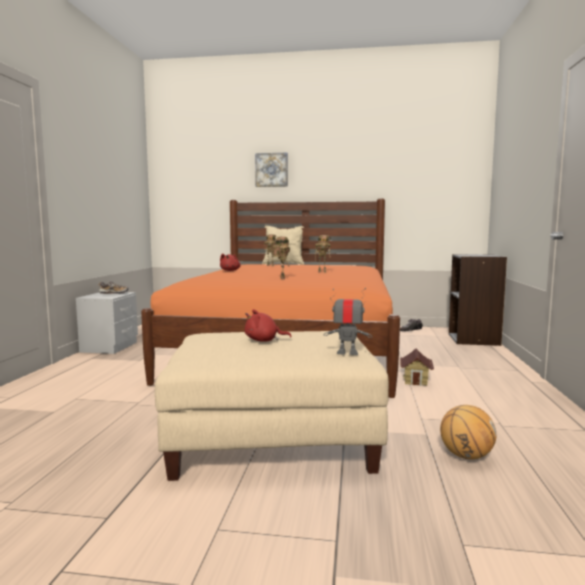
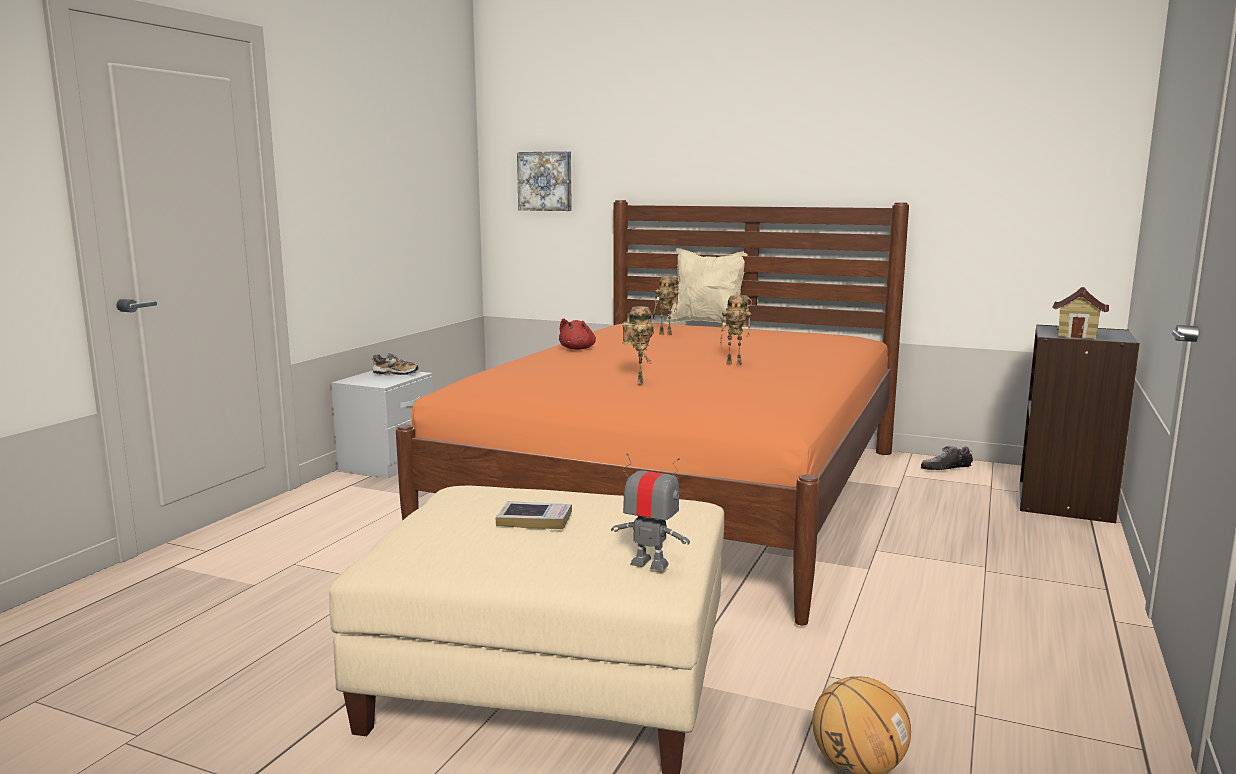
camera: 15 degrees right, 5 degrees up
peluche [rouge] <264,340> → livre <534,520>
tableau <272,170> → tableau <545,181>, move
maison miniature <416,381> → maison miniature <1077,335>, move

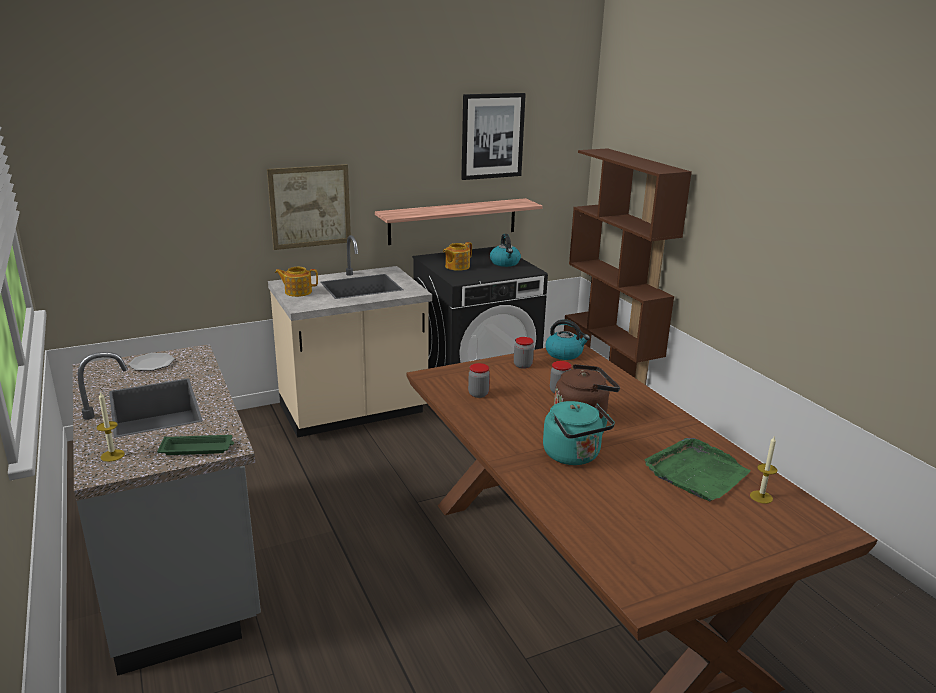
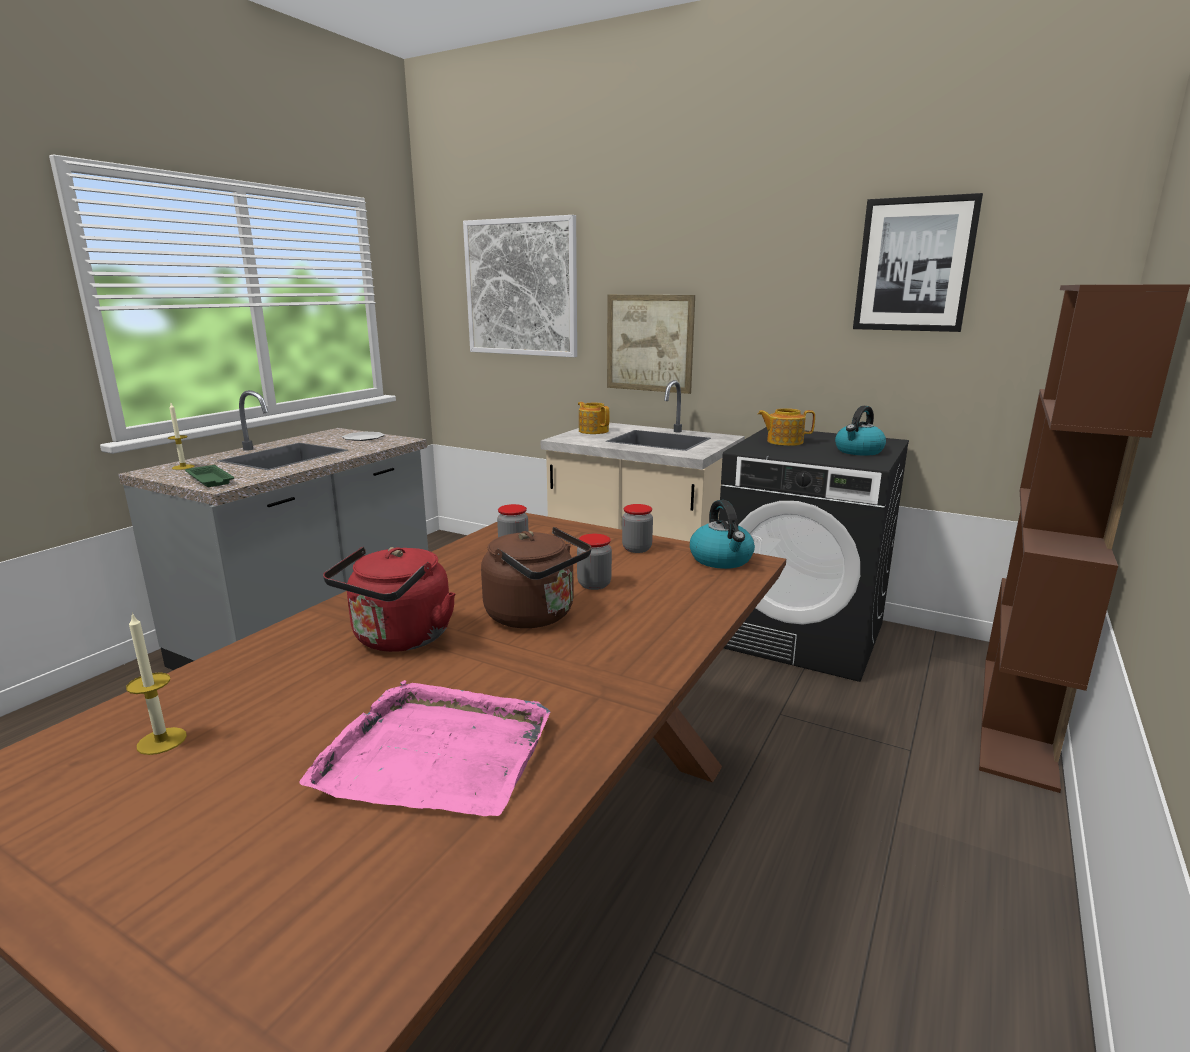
camera: 55 degrees right, 5 degrees down
bougie <761,497> → bougie <162,741>, move
plateau [vert] <696,473> → plateau [rose] <437,754>
bouilloire [turquoise] <574,456> → bouilloire [rouge] <399,639>
- → tableau <521,288>
étagère <453,221> → -

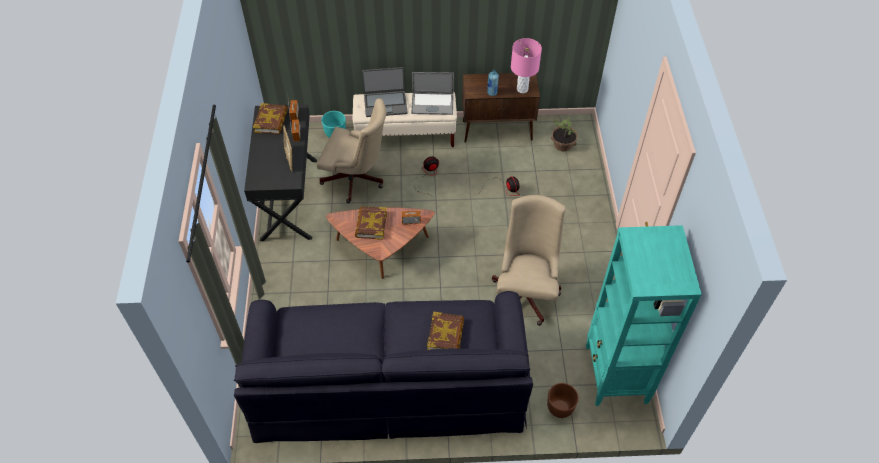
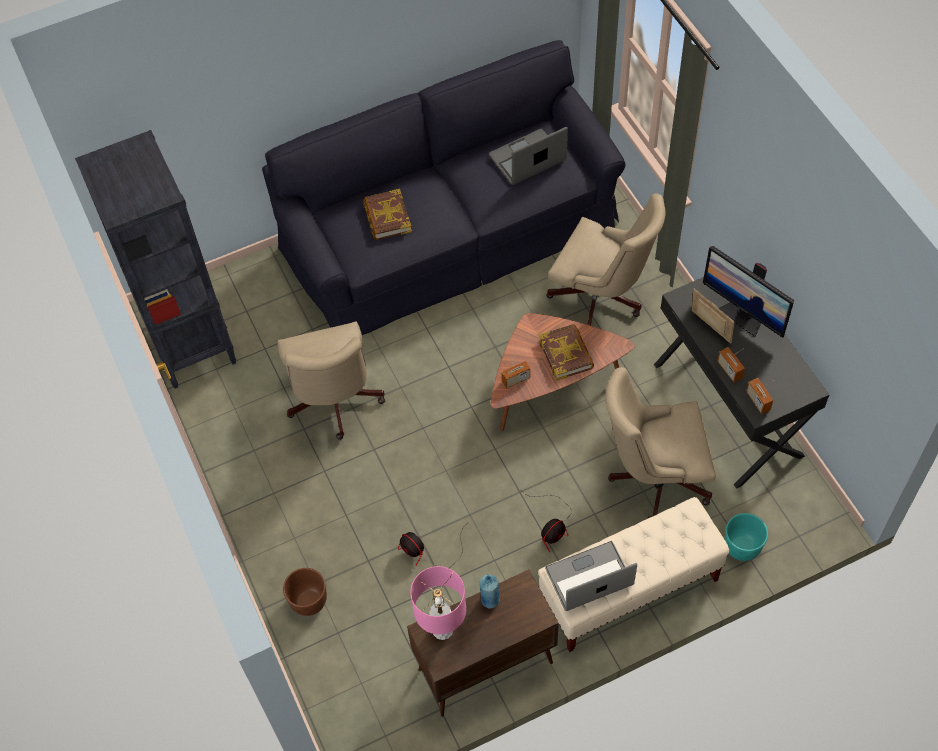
camera: 160 degrees right, 5 degrees up
bibliothèque [turquoise] <615,375> → bibliothèque [noir] <191,343>
cache-pot [marron] <559,408> → cache-pot [marron] <309,601>, move
ordinateur portable <385,104> → ordinateur portable <528,159>, move
- → chaise de bureau [beige] <601,298>
- → écran d'ordinateur <743,315>
livre <271,121> → -
plante en pot <563,144> → -

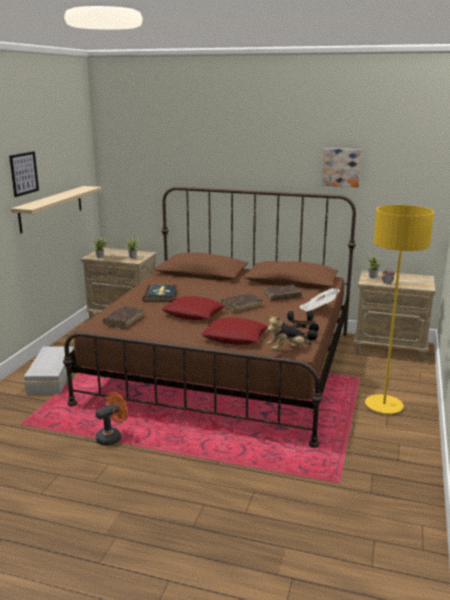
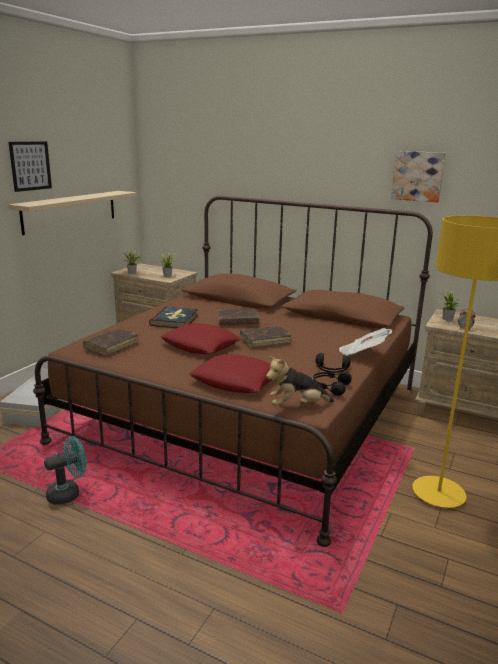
camera: 10 degrees right, 0 degrees up
ventilateur [orange] <112,437> → ventilateur [turquoise] <68,493>
livre [marron] <282,296> → livre [marron] <237,322>, move

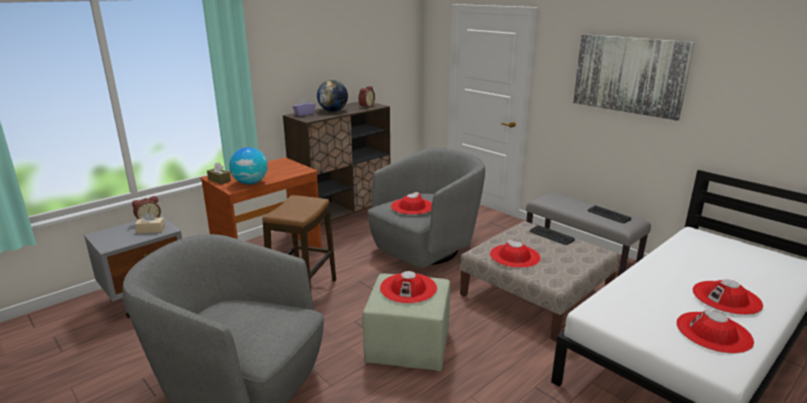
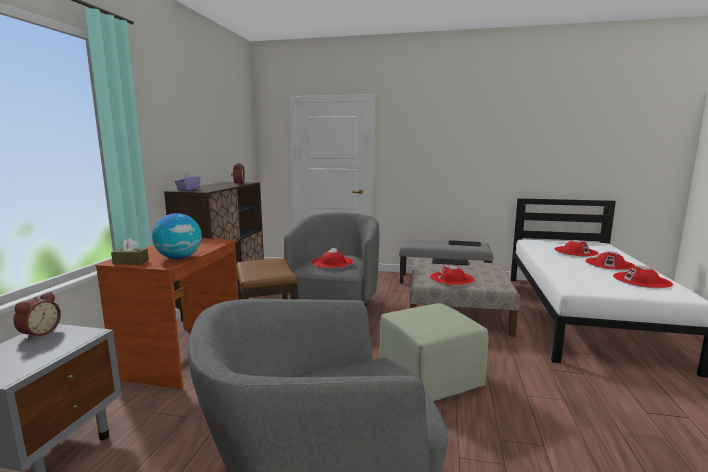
camera: 35 degrees left, 10 degrees down
chapeau [rouge] <408,288> → chapeau [rouge] <576,251>, move
boîte à mouchoirs [beige] <151,230> → -
globe <333,111> → -
tableau <629,75> → -

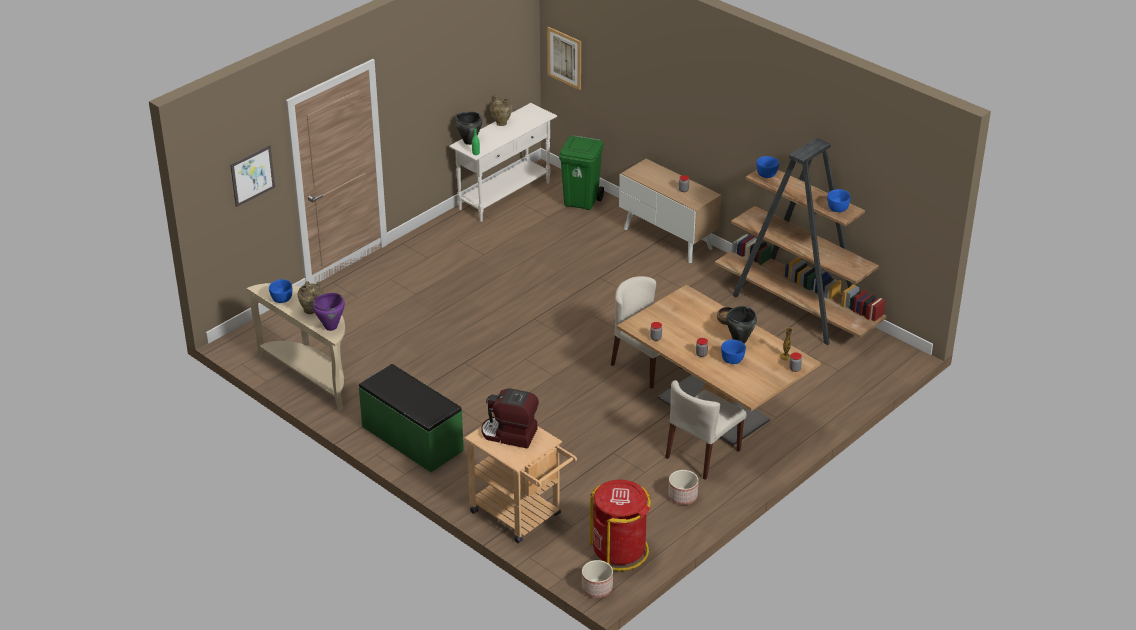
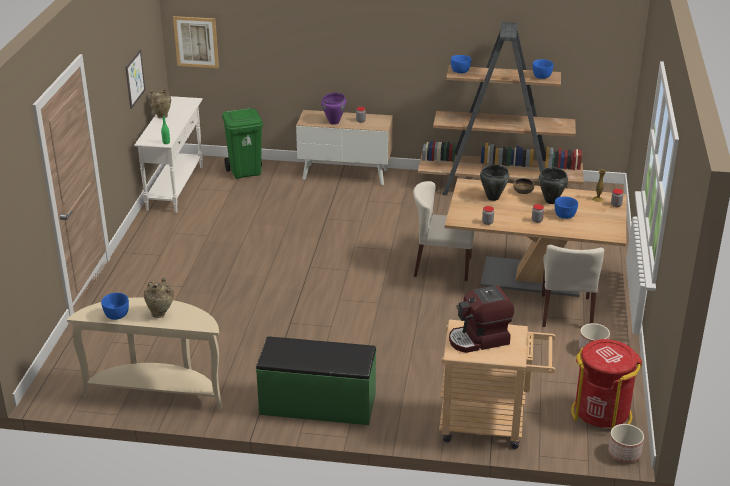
camera: 35 degrees left, 5 degrees down
tableau <252,175> → tableau <135,78>, move
marmite [violet] <331,327> → marmite [violet] <334,122>, move
marmite [noir] <469,141> → marmite [noir] <492,198>, move

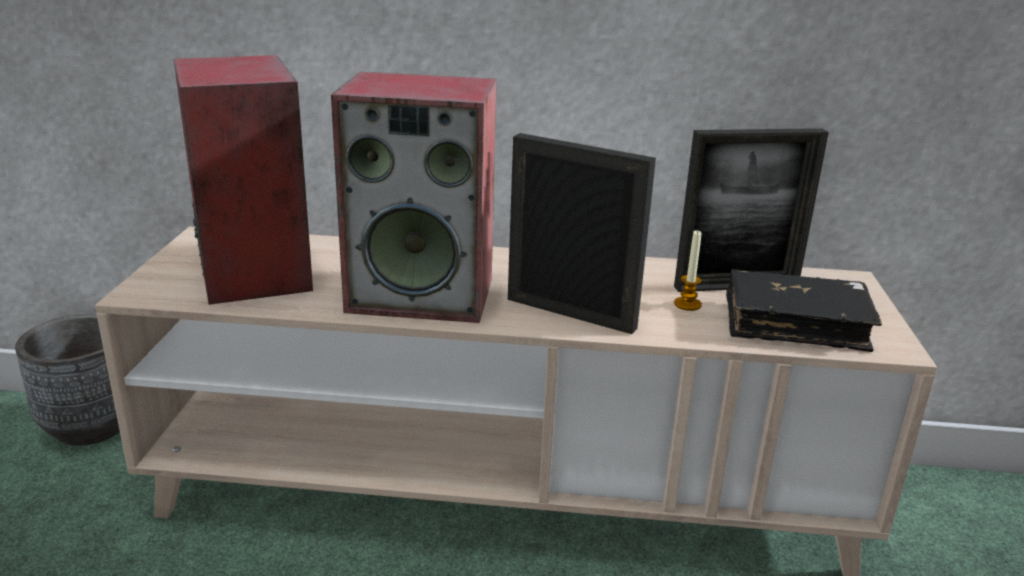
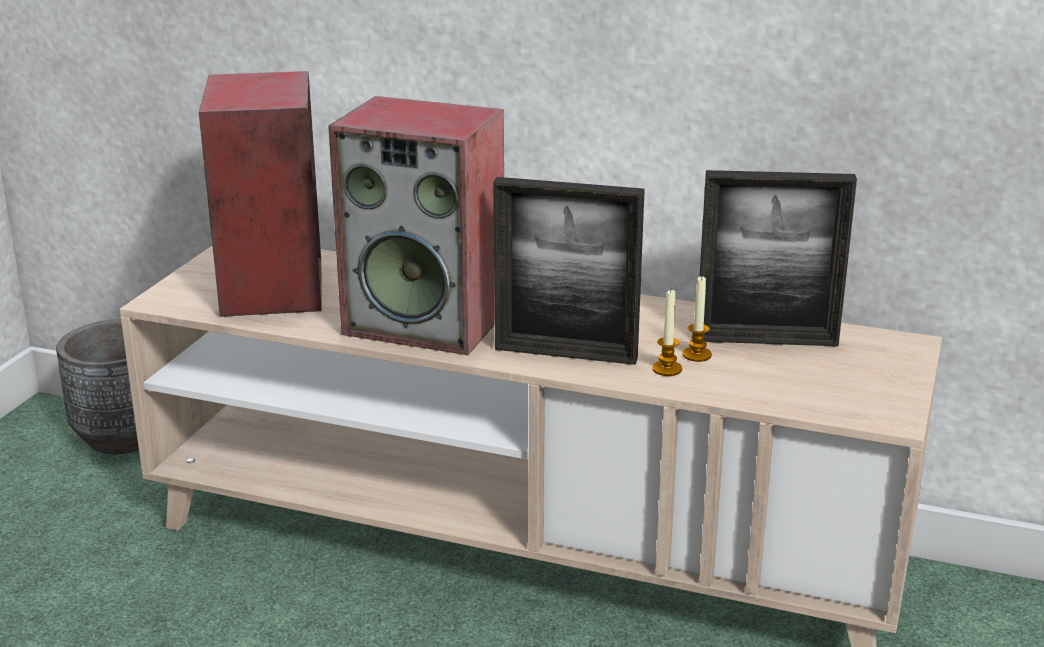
camera: 15 degrees right, 0 degrees up
cadre photo <570,313> → cadre photo <565,354>, 150 degrees clockwise
- → bougie <667,369>
livre [noir] <795,324> → -

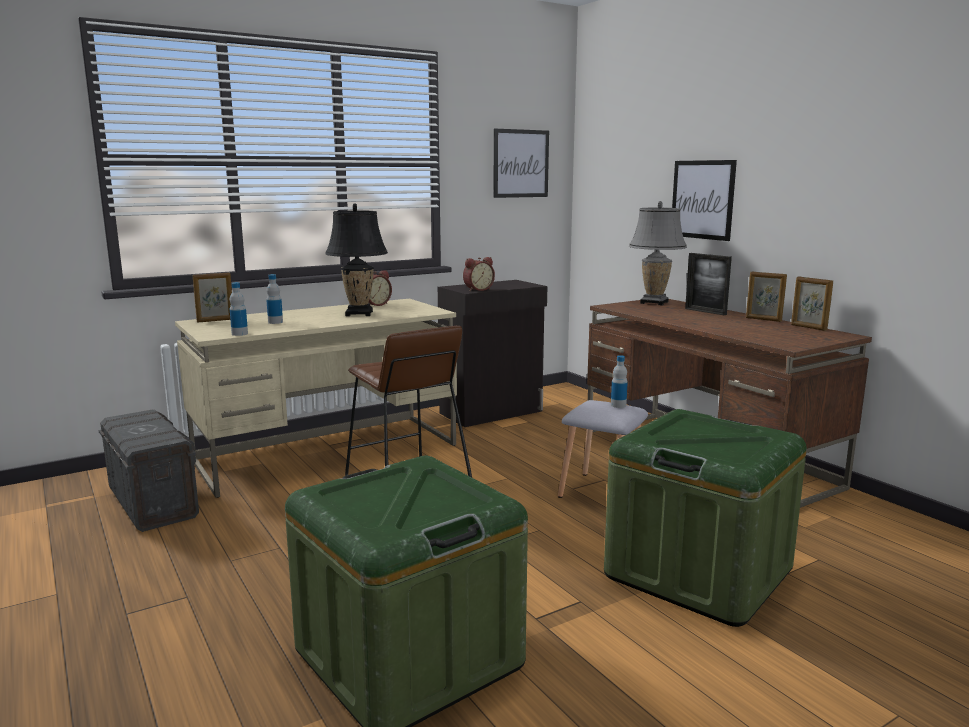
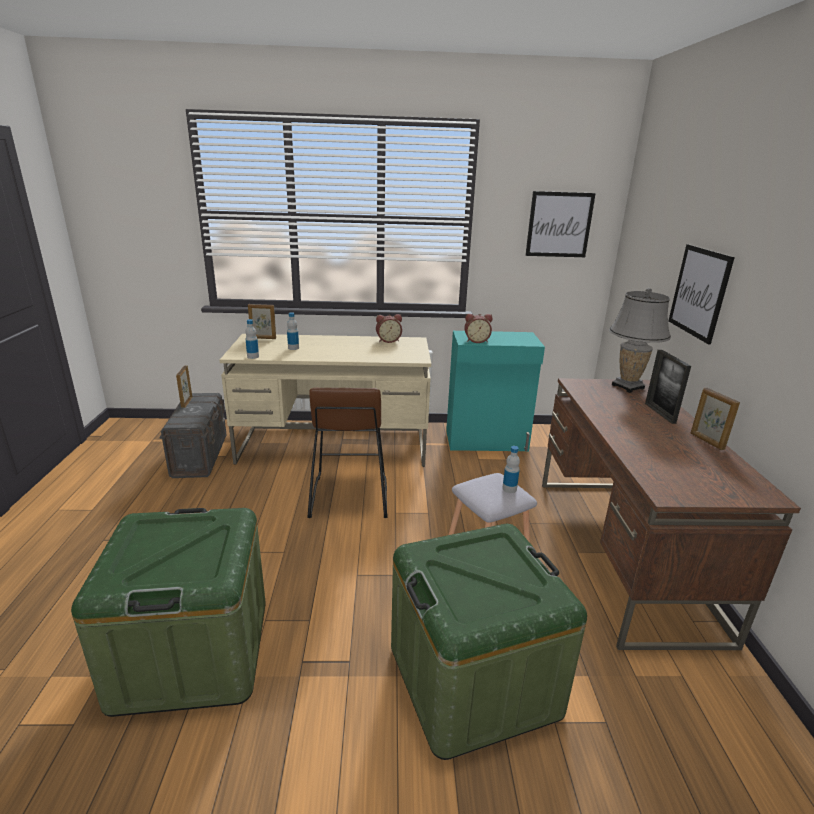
camera: 30 degrees right, 10 degrees up
cadre photo <808,327> → cadre photo <186,402>, move
meuble de rangement [noir] <492,412> → meuble de rangement [turquoise] <487,441>
lampe de table [noir] <359,313> → -

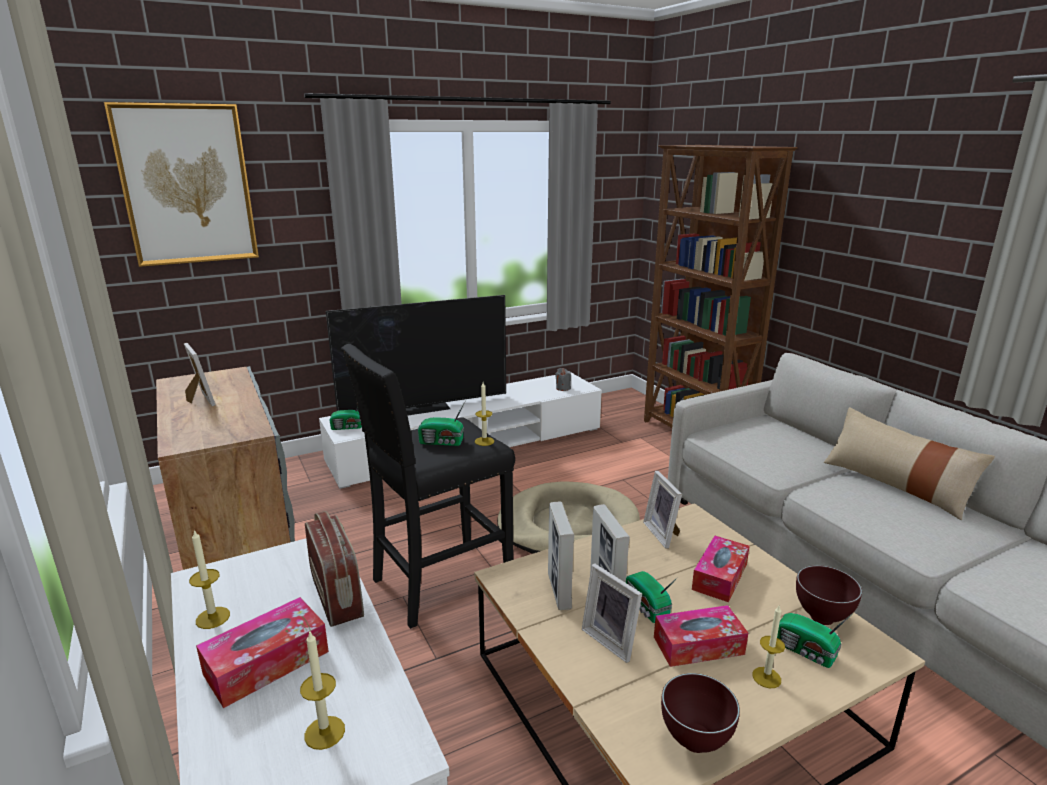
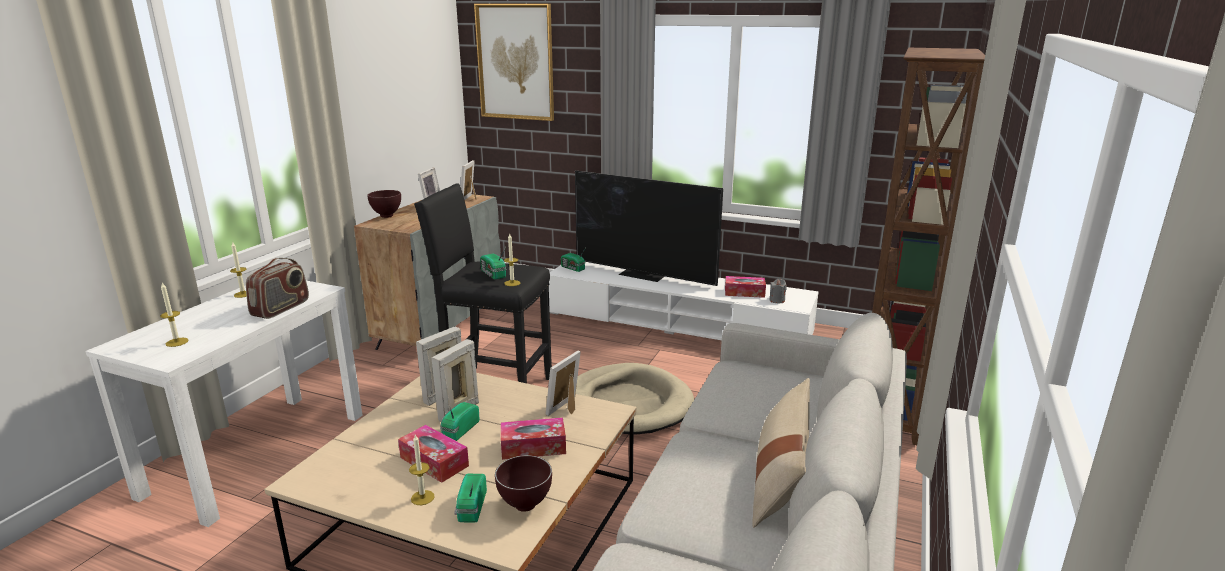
camera: 50 degrees right, 0 degrees up
bol [marron] <693,743> → bol [marron] <386,216>, move
cadre photo <612,640> → cadre photo <471,198>, move
boîte à mouchoirs <267,663> → boîte à mouchoirs <744,292>, move

